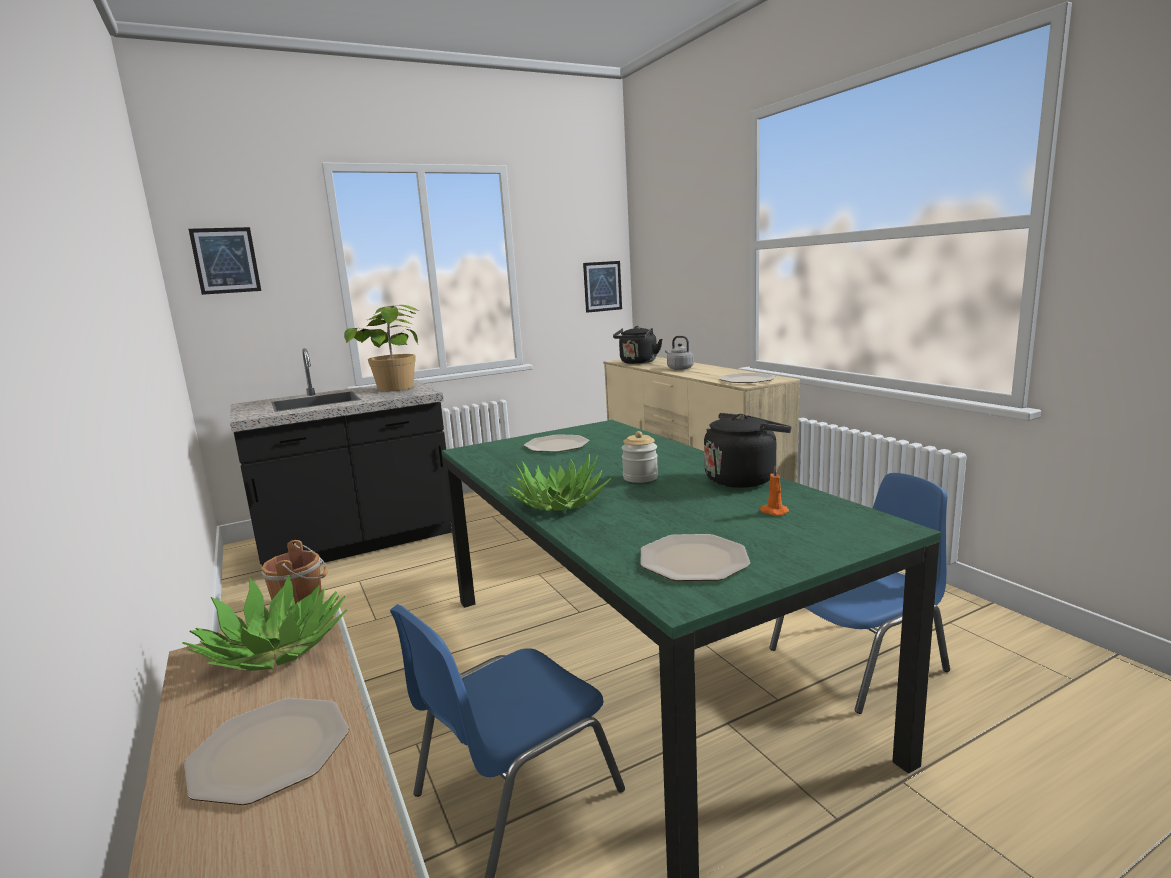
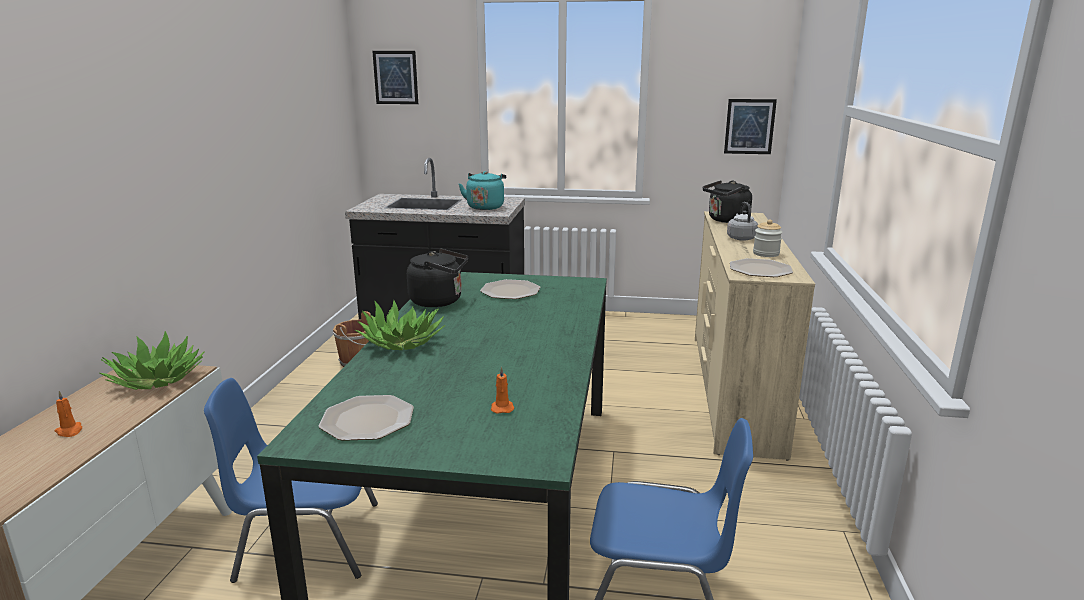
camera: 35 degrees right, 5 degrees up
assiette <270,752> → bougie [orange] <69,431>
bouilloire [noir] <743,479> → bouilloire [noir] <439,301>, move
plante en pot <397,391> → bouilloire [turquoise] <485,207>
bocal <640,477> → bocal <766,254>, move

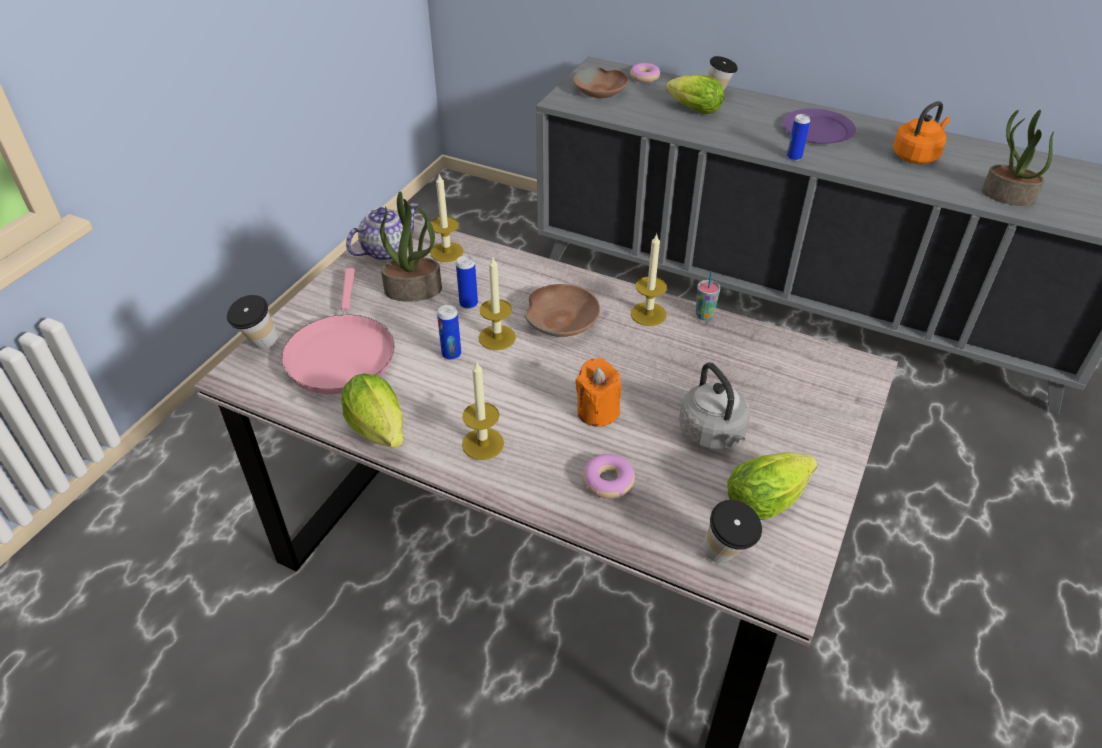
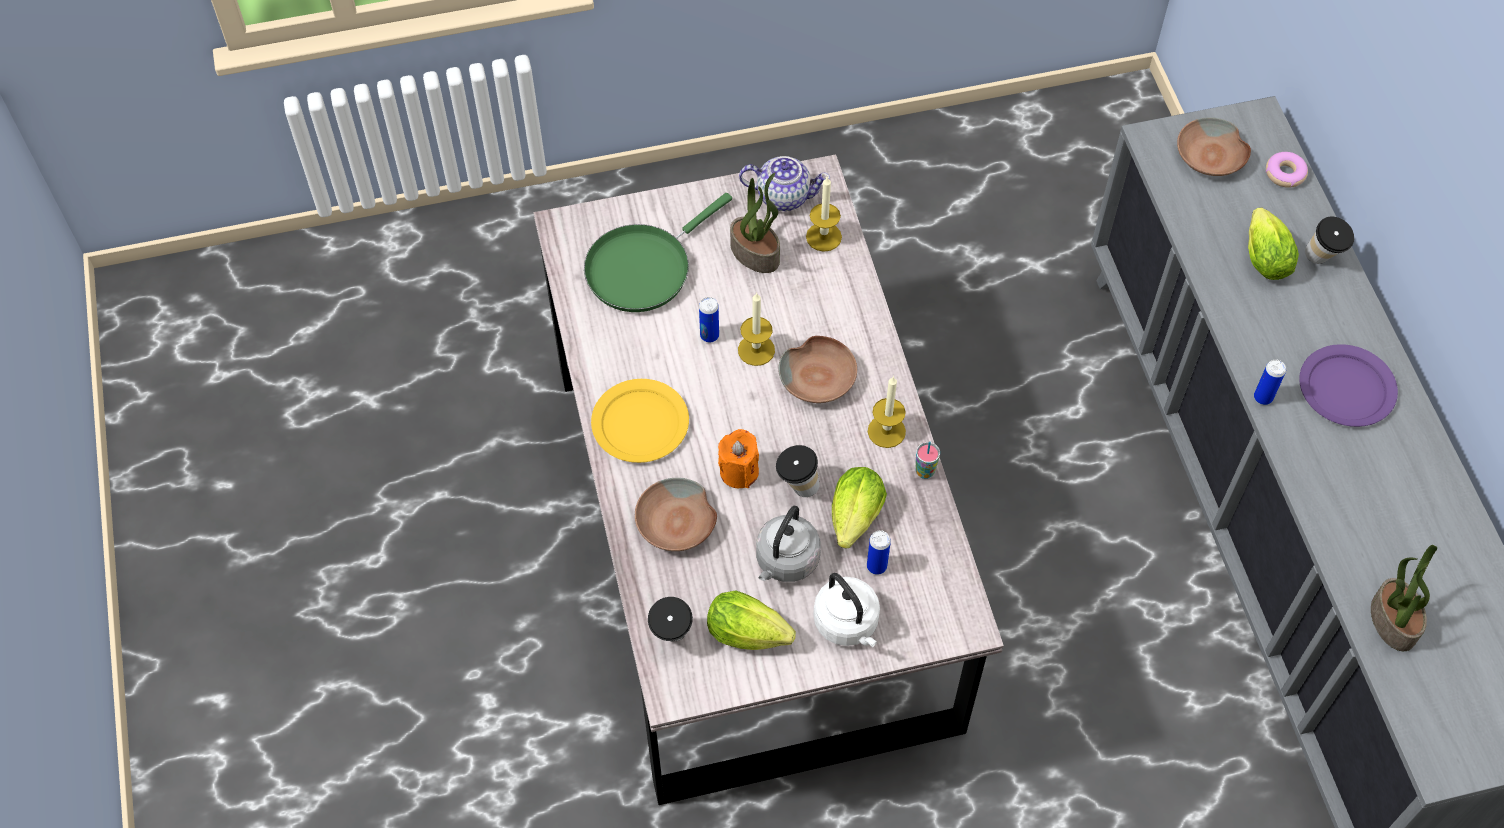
camera: 50 degrees right, 15 degrees up
poêle [rose] <341,353> → poêle [vert] <643,268>
bougie <483,444> → assiette [jaune] <641,424>
beignet <608,481> → bol [marron] <676,524>
tasse <259,346> → tasse <797,487>, move
- → bouilloire [blanc] <848,624>
laitue <381,433> → laitue <854,521>, move
boîte métallique <468,304> → boîte métallique <876,566>, move
bouilloire [orange] <916,156> → -

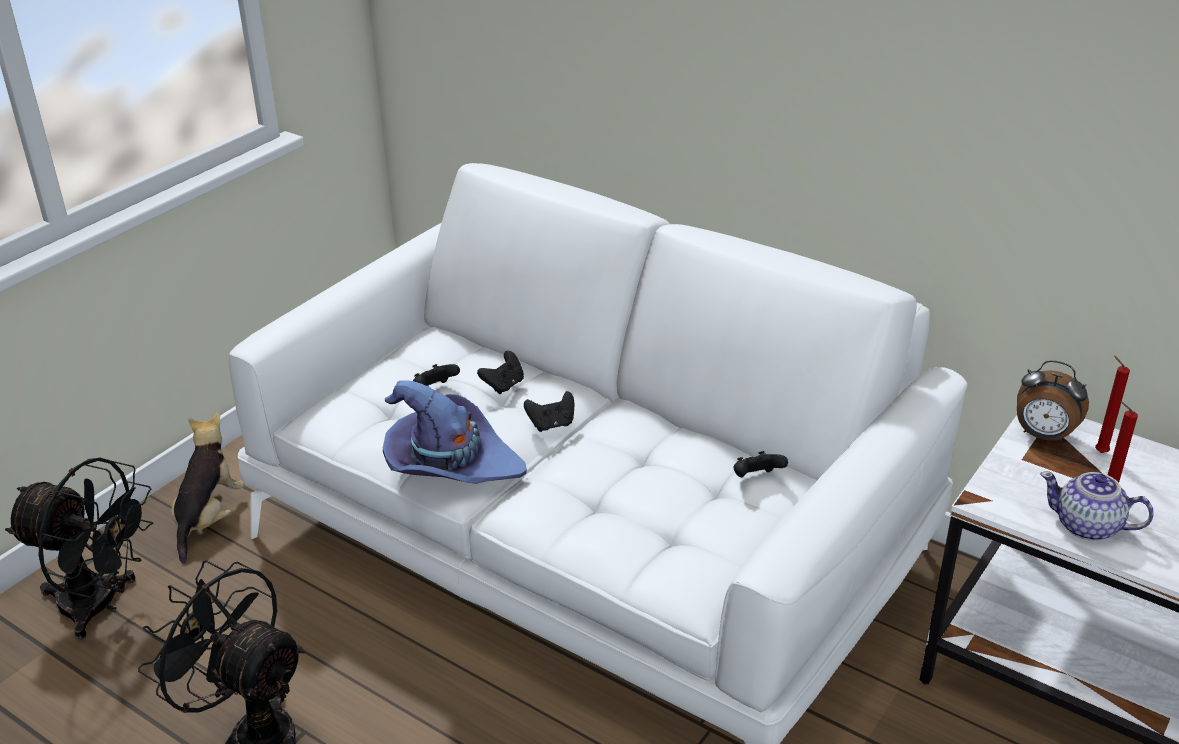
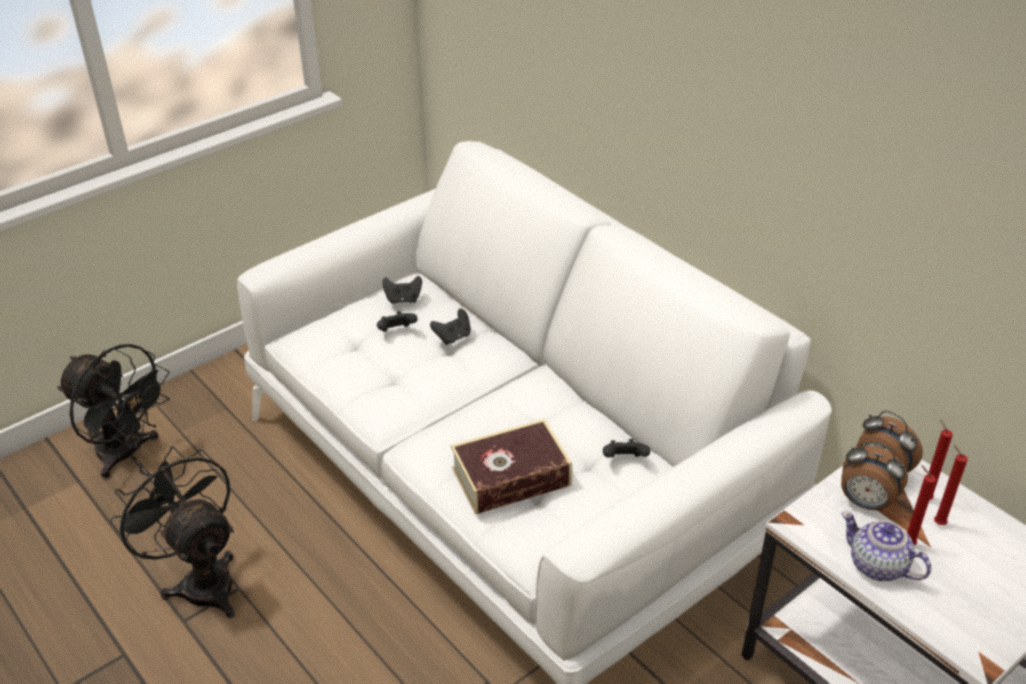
camera: 15 degrees right, 5 degrees up
manette [noir] <551,424> → manette [noir] <403,299>, move
- → livre <511,477>
- → réveil <865,503>
- → bougie [rouge] <937,522>
peluche <209,518> → -
chapeau [violet] <450,463> → -

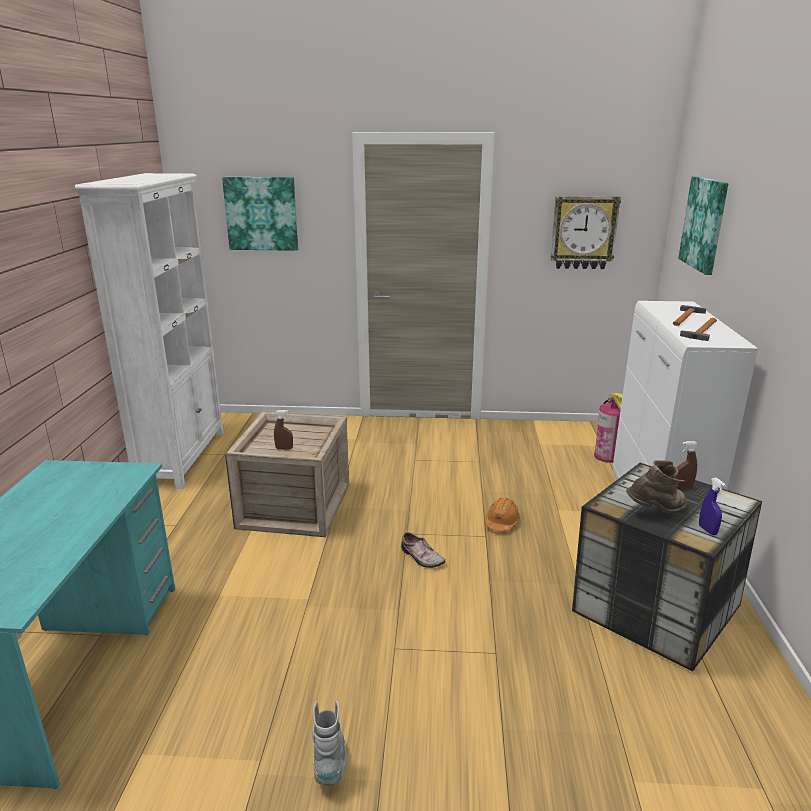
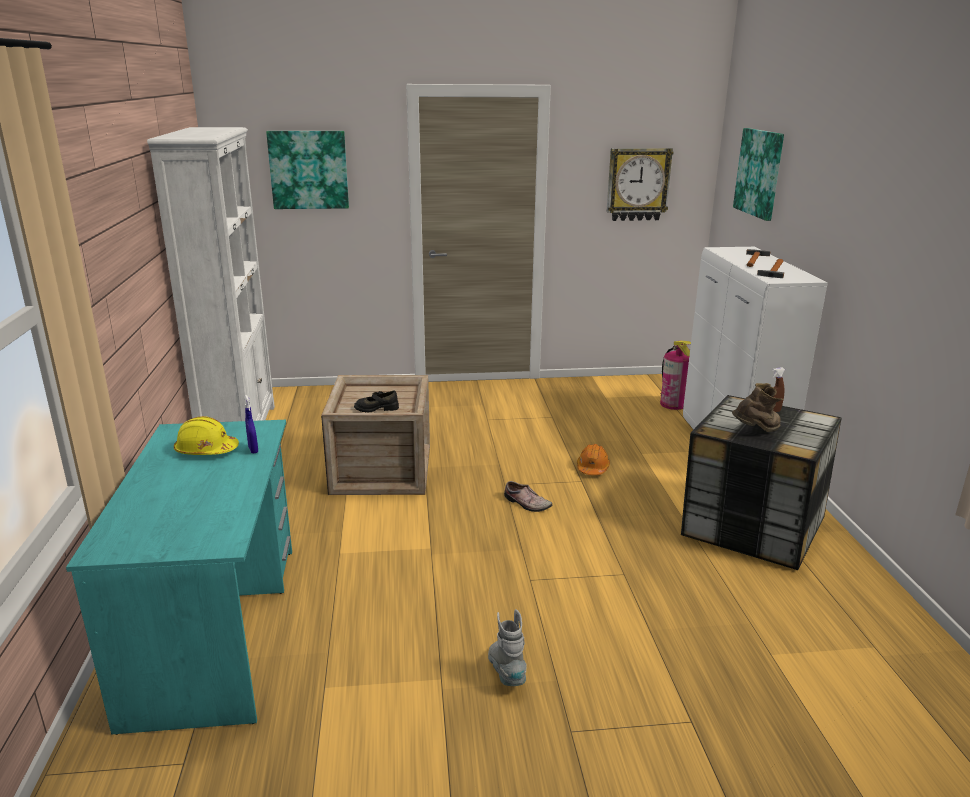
camera: 10 degrees left, 0 degrees up
- → casque de chantier [jaune] <206,450>
vaporisateur [bleu] <707,530> → vaporisateur [bleu] <253,449>, move
vaporisateur [marron] <284,449> → chaussure [noir] <376,408>

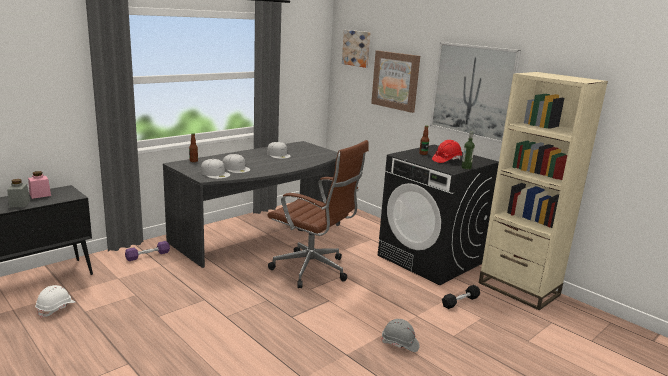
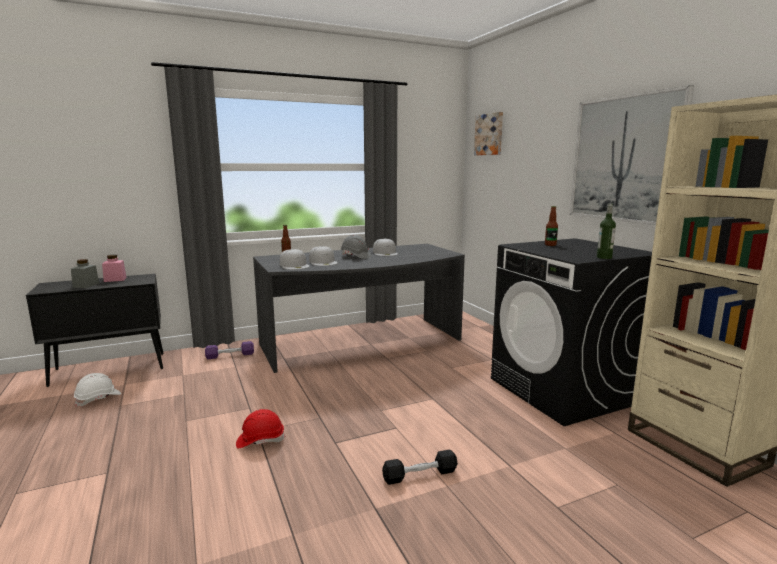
camera: 20 degrees right, 5 degrees down
casque de chantier [rouge] <446,160> → casque de chantier [rouge] <260,440>, move
casque de chantier [gris] <400,344> → casque de chantier [gris] <355,256>, move
haltère [noir] <460,301> → haltère [noir] <419,475>, move
chaise de bureau [marron] <313,270> → -
tableau <396,80> → -

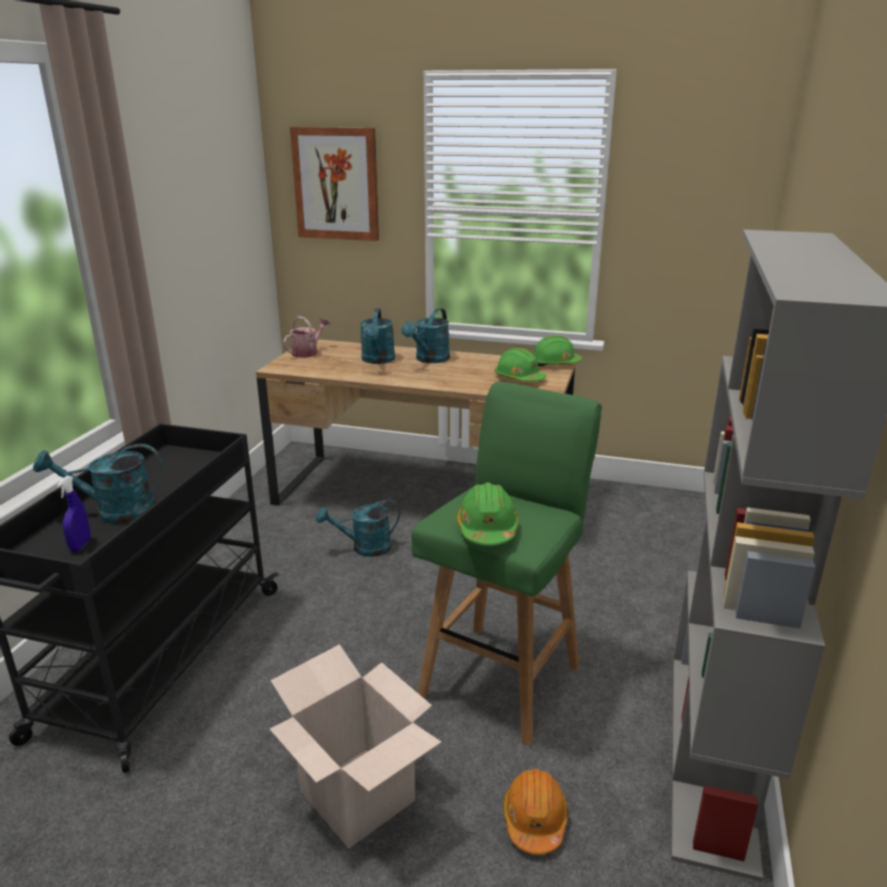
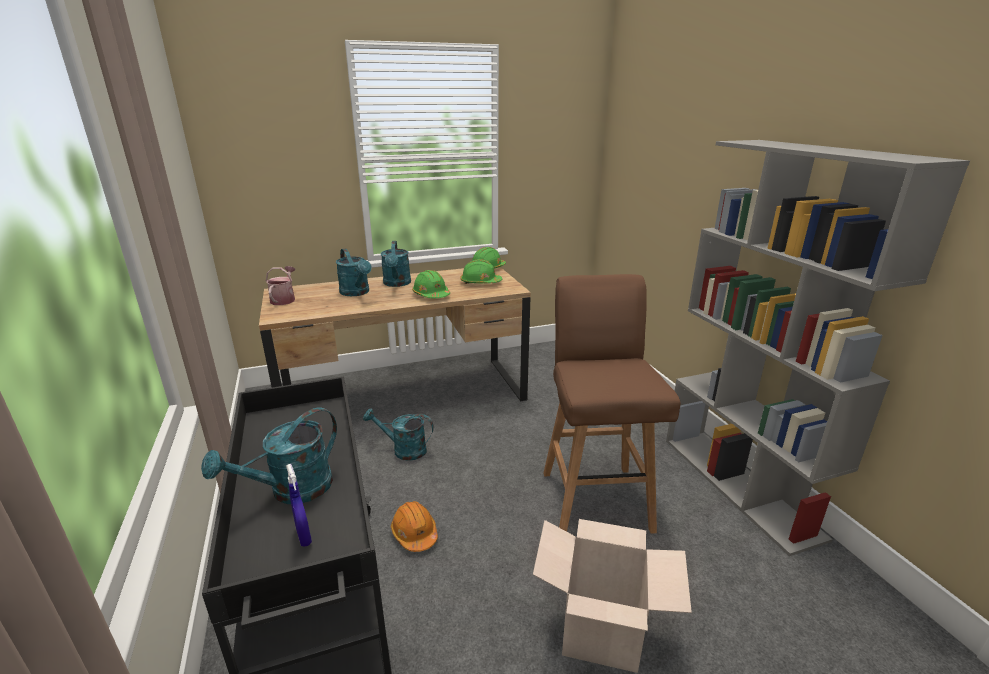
camera: 35 degrees left, 0 degrees up
arrosoir [turquoise] <364,548> → arrosoir [turquoise] <403,450>, 60 degrees clockwise
casque de chantier [orange] <534,819> → casque de chantier [orange] <414,533>, move
casque de chantier [vert] <487,529> → casque de chantier [vert] <431,295>, move
tabouret [vert] <502,678> → tabouret [marron] <595,498>
tableau <336,184> → -

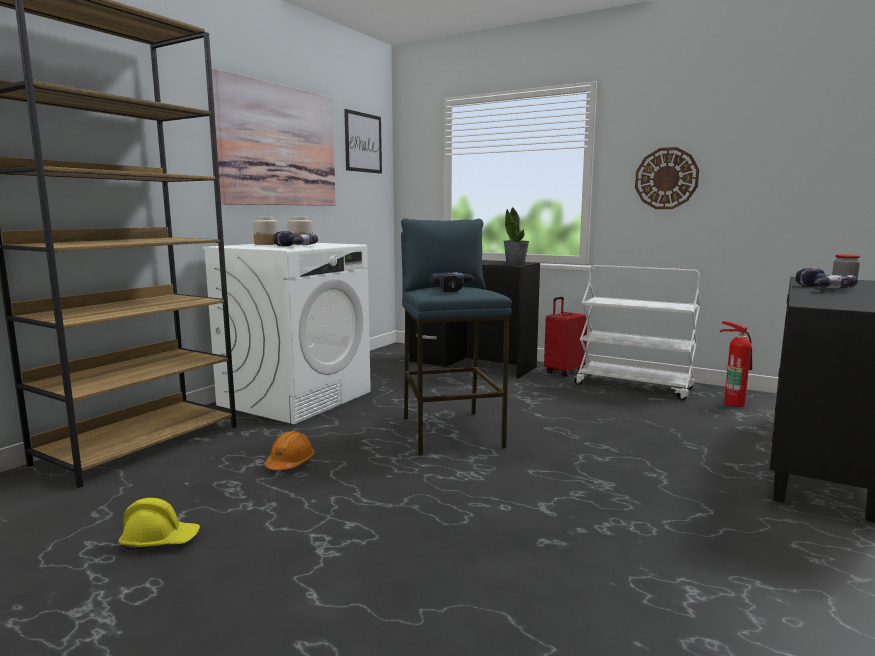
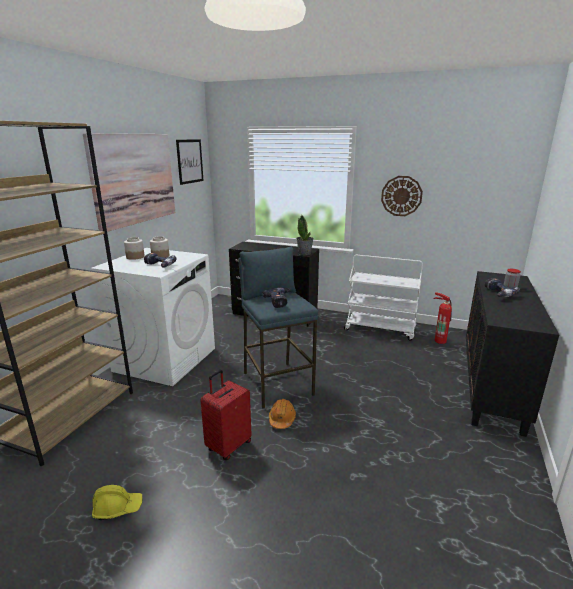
camera: 10 degrees left, 10 degrees up
valise [rouge] <563,372> → valise [rouge] <228,446>, move
casque de chantier [orange] <290,463> → casque de chantier [orange] <282,419>, move

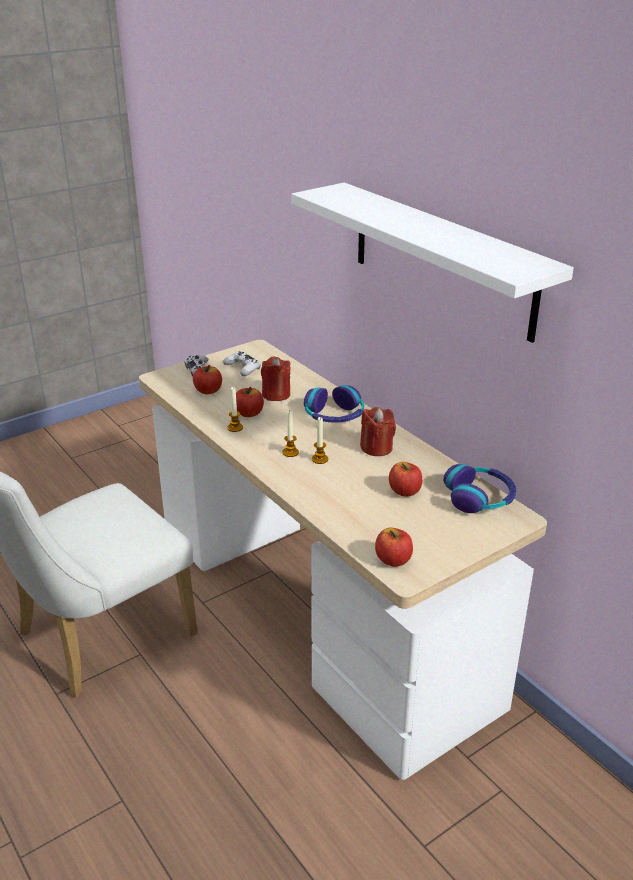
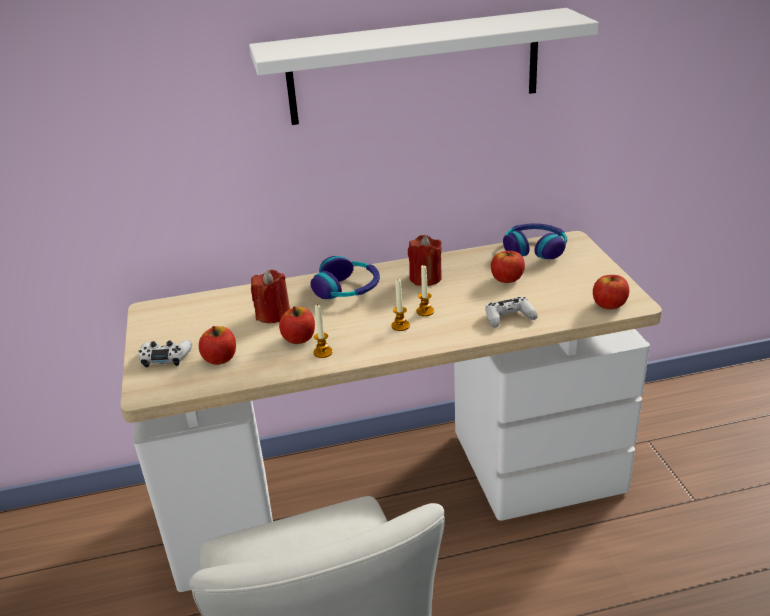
camera: 65 degrees left, 0 degrees up
manette [blanc] <243,368> → manette [blanc] <509,318>, move

